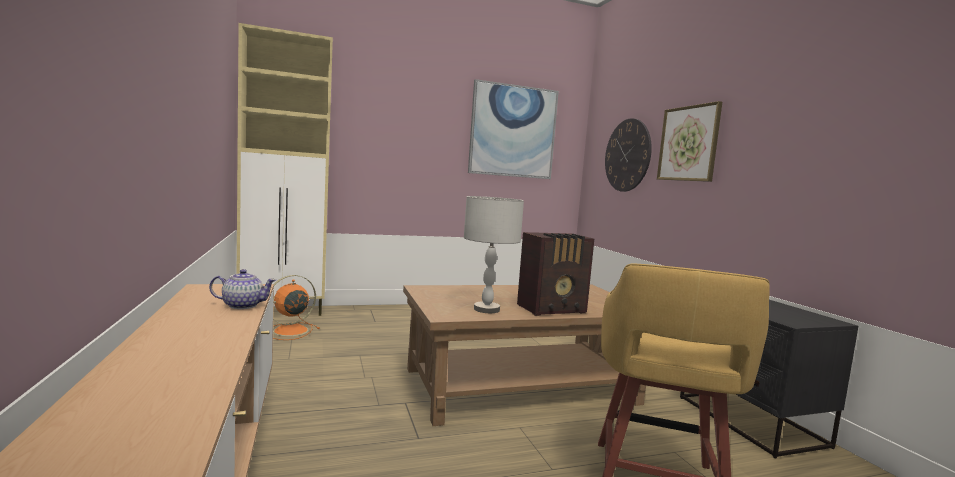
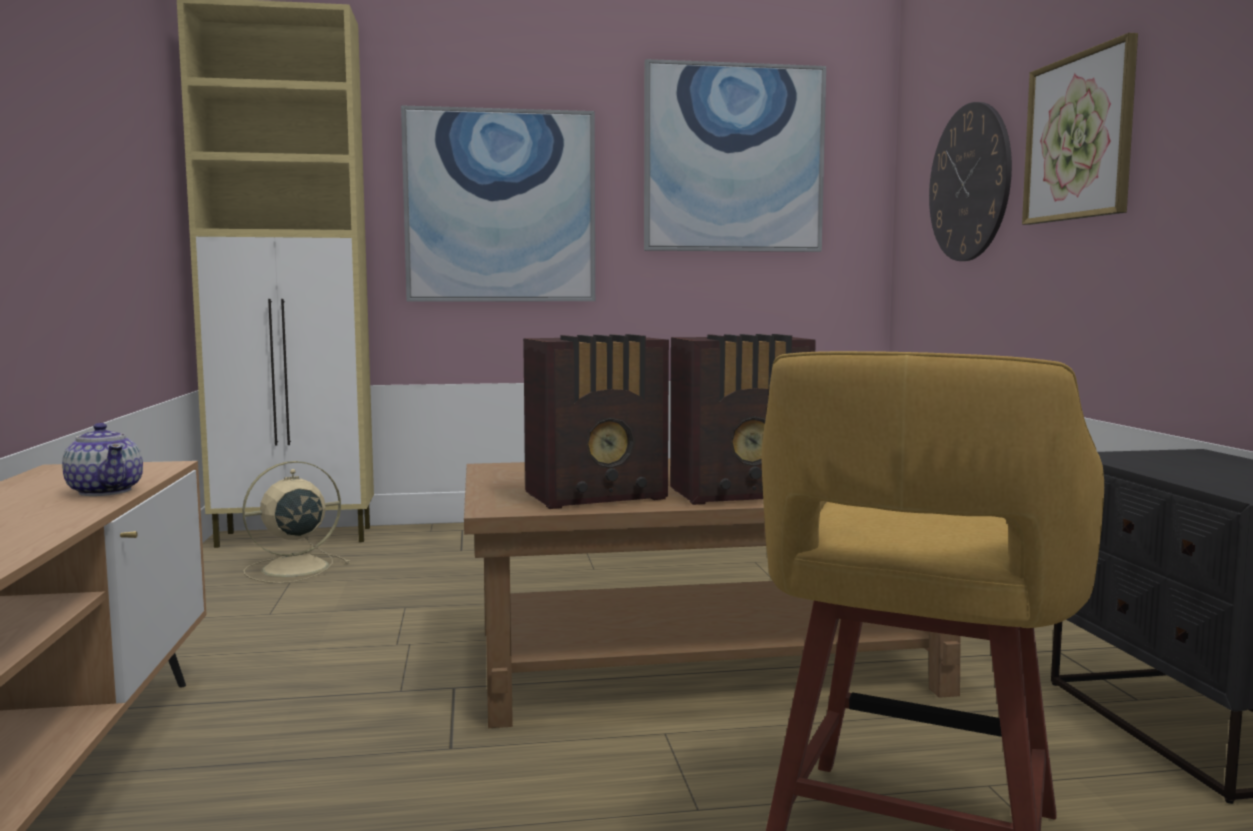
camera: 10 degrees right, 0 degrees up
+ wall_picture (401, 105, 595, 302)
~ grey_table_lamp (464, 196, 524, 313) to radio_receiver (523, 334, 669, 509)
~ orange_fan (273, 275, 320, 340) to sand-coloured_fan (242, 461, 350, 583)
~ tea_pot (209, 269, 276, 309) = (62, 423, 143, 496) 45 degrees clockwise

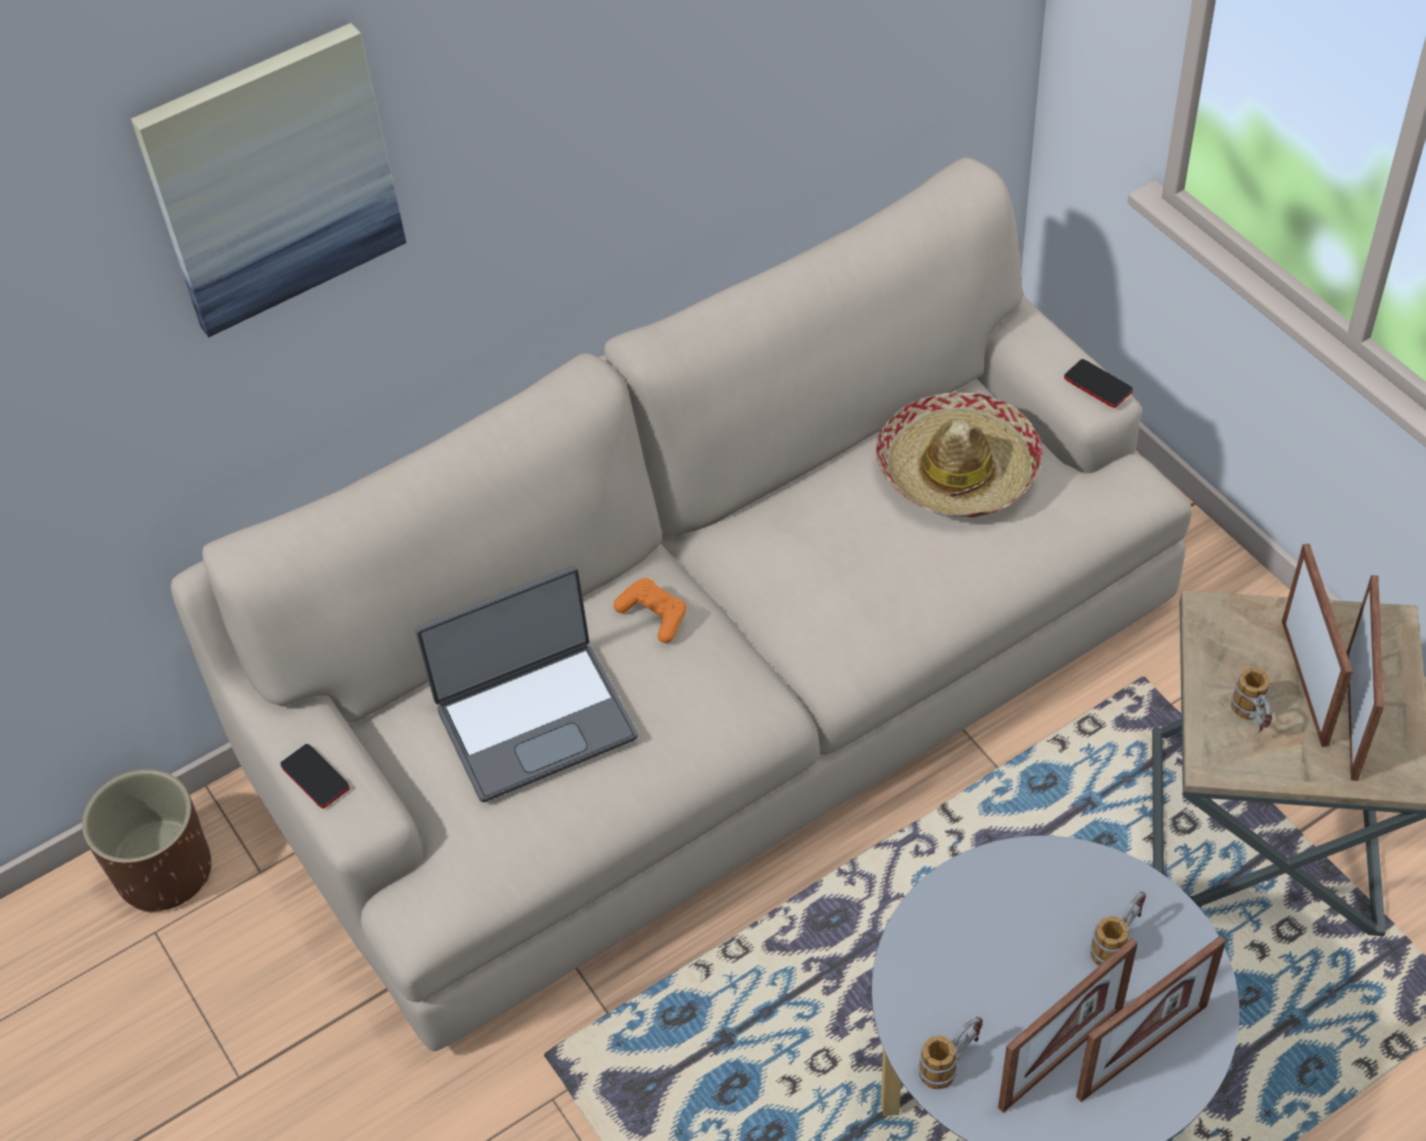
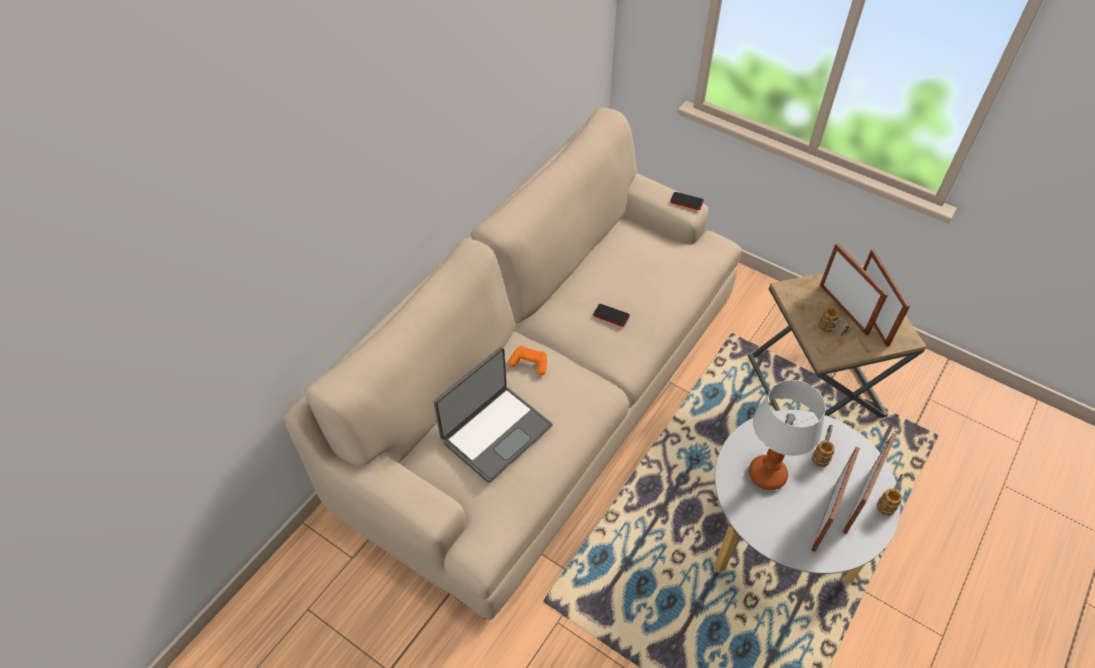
camera: 25 degrees left, 0 degrees up
- brown-coloured_plant_pot (82, 769, 211, 913)
- wall_picture (131, 23, 406, 337)
- wearable_hat (876, 393, 1043, 517)
+ table_lamp (749, 380, 826, 490)
~ phone (280, 744, 350, 808) to (593, 304, 630, 327)
~ coffee_mug (918, 1017, 983, 1089) to (877, 474, 904, 516)

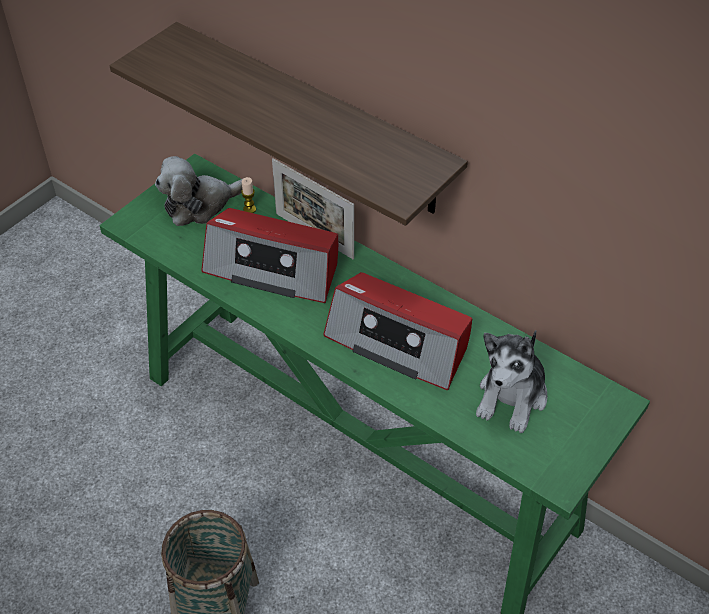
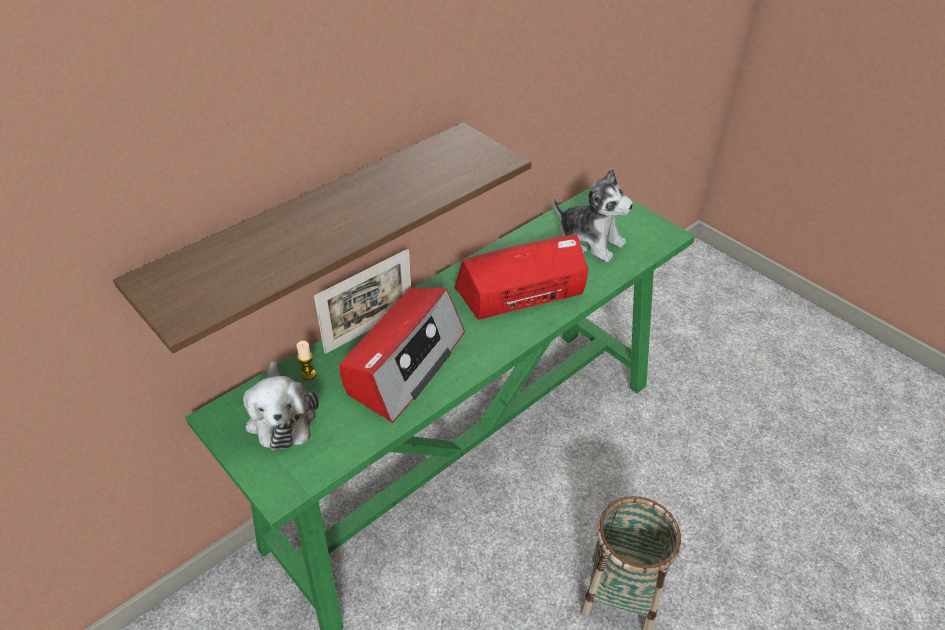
camera: 80 degrees left, 5 degrees down
~ radio_receiver (323, 272, 472, 390) = (454, 234, 588, 320) 150 degrees counterclockwise

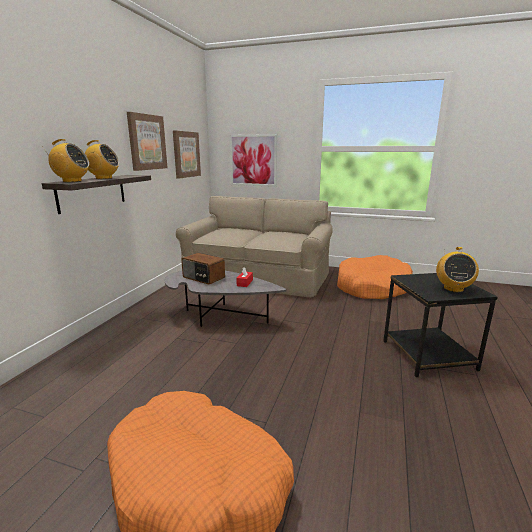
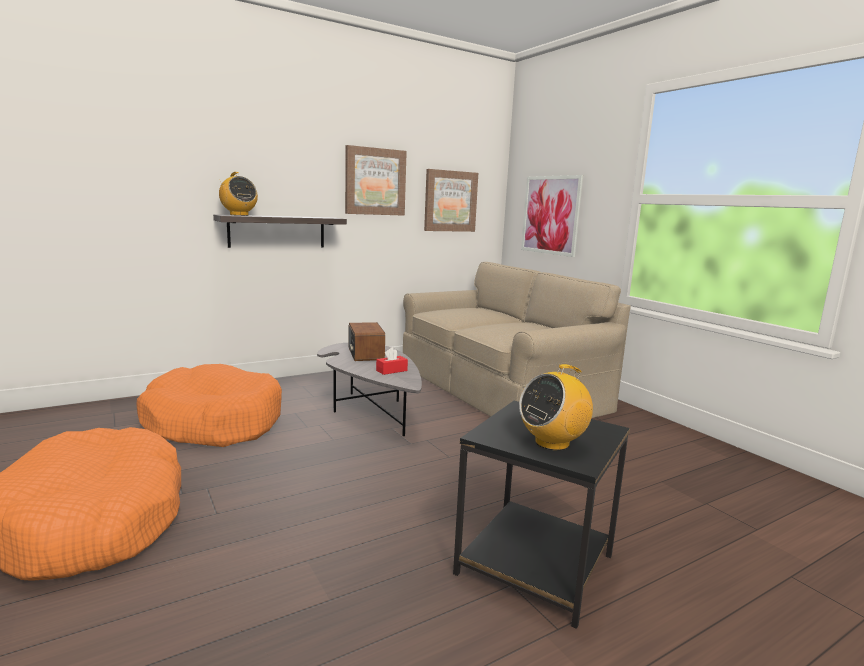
camera: 40 degrees right, 5 degrees down
- radio_receiver (85, 140, 119, 179)
~ orange_pet_bed (337, 255, 413, 299) to (136, 364, 282, 447)

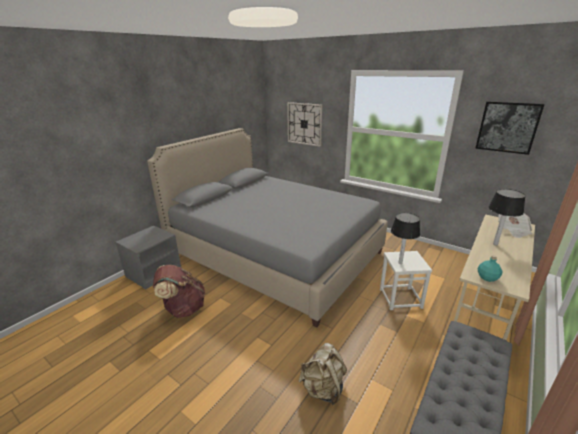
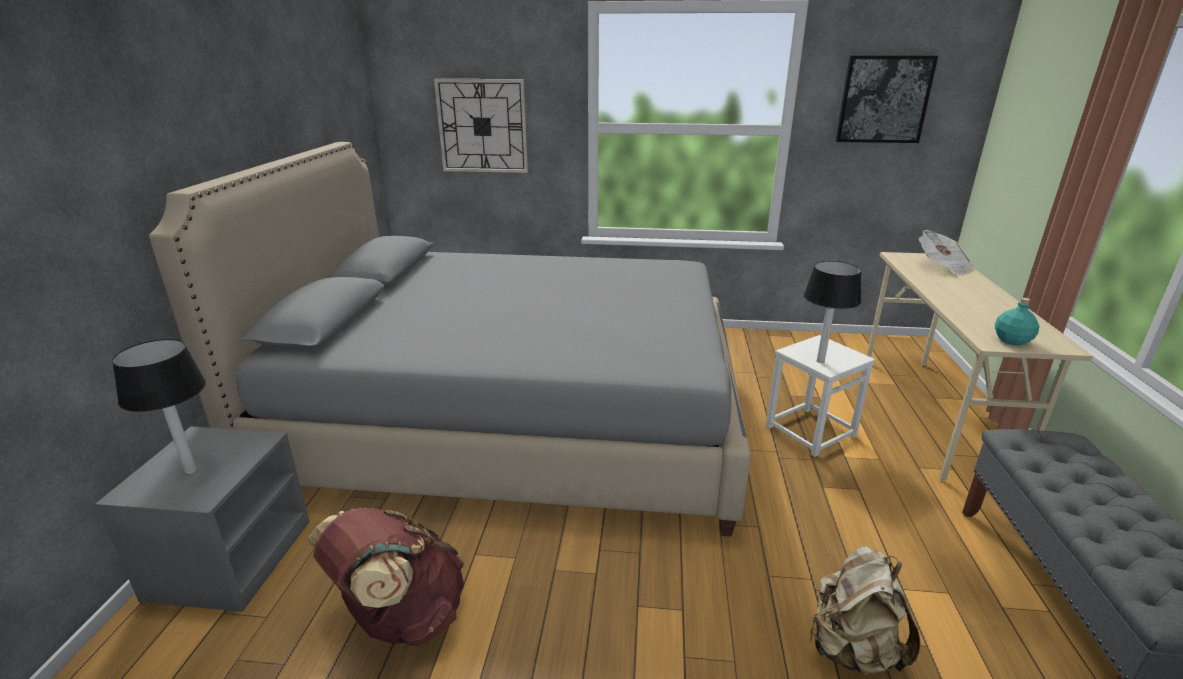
camera: 30 degrees left, 0 degrees up
~ table_lamp (489, 189, 526, 245) to (112, 339, 206, 474)

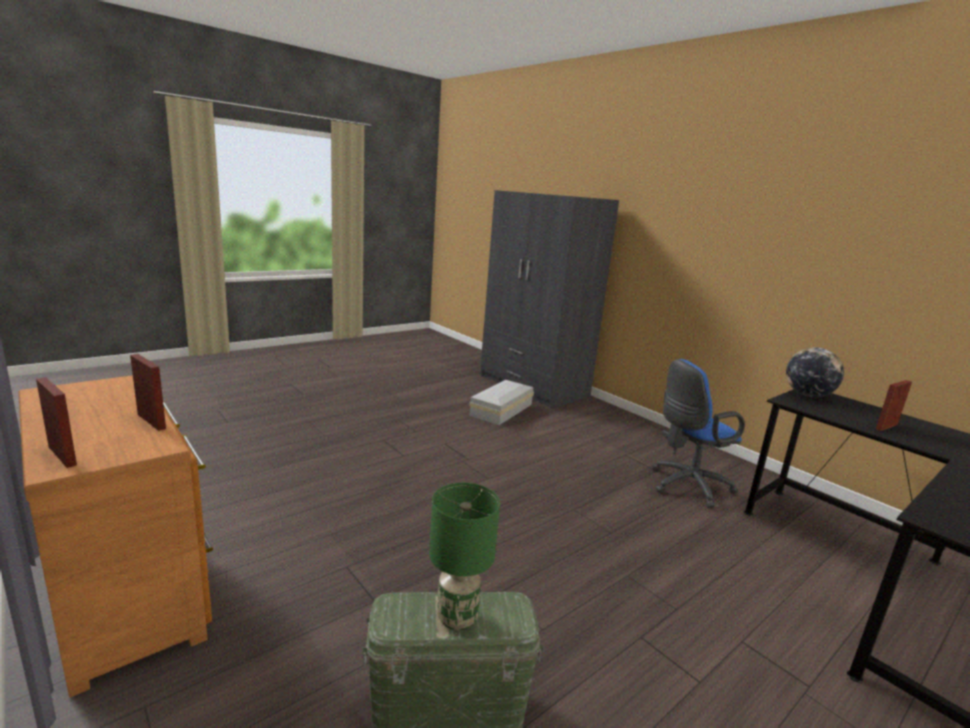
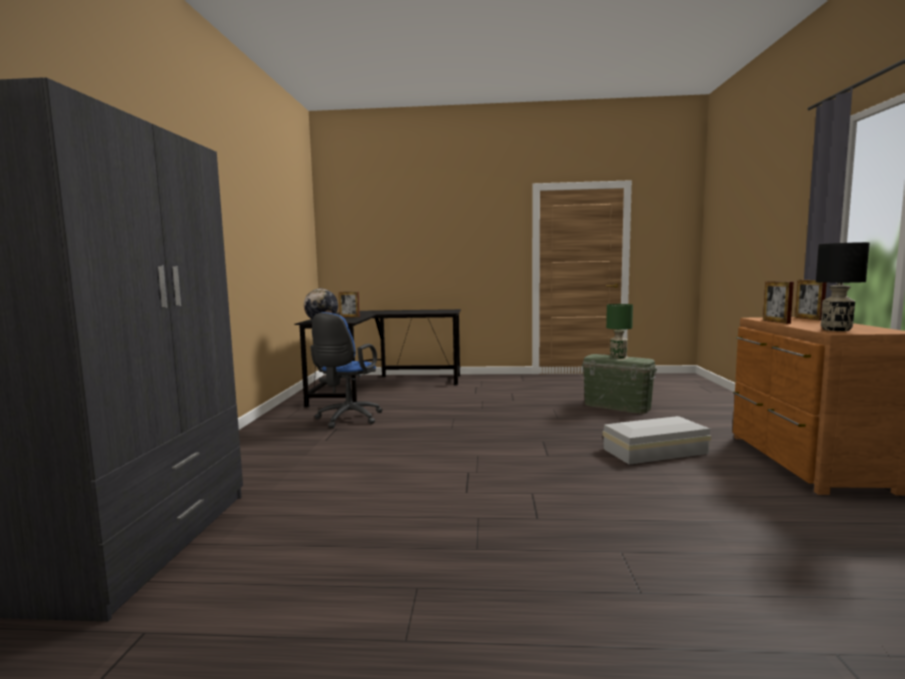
camera: 135 degrees left, 10 degrees down
+ blackish_table_lamp (816, 242, 870, 331)
~ white_storage_container (469, 380, 534, 425) to (602, 416, 711, 465)
~ blue-coloured_computer_chair (652, 359, 745, 508) = (310, 312, 383, 428) 90 degrees clockwise

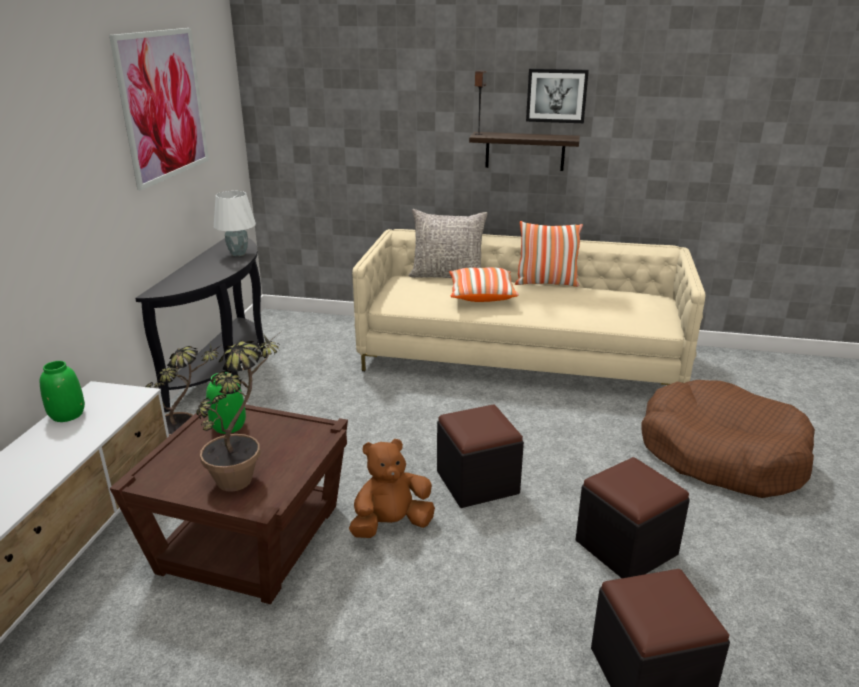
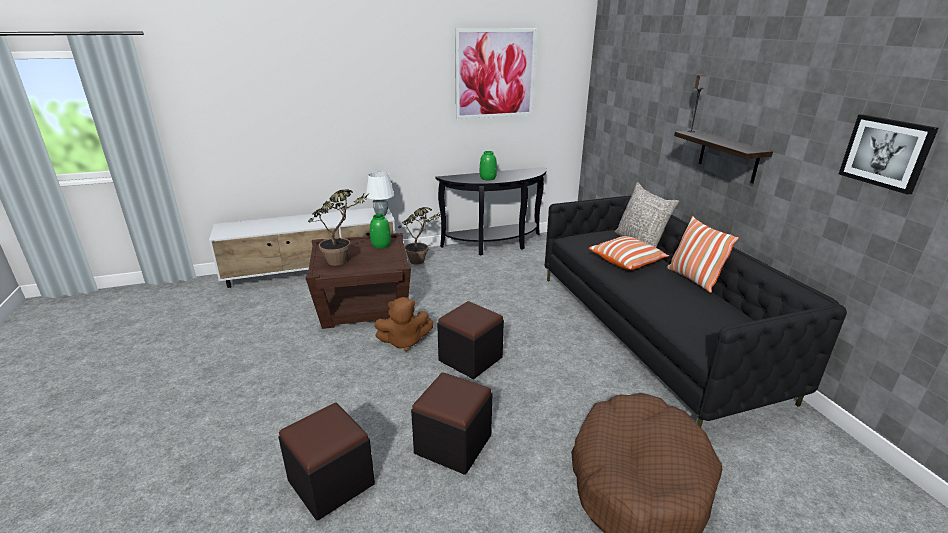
camera: 60 degrees right, 0 degrees up
~ green_decorative_vase (40, 361, 85, 422) to (480, 151, 497, 180)
~ white_table_lamp (214, 191, 256, 256) to (366, 172, 394, 215)
~ wall_picture (526, 69, 589, 123) to (839, 114, 938, 195)
~ sand-coloured_settee (352, 229, 705, 385) to blackish_settee (545, 195, 847, 427)
~ brown-coloured_cuddly_toy (349, 439, 435, 538) = (374, 297, 434, 352) 135 degrees clockwise

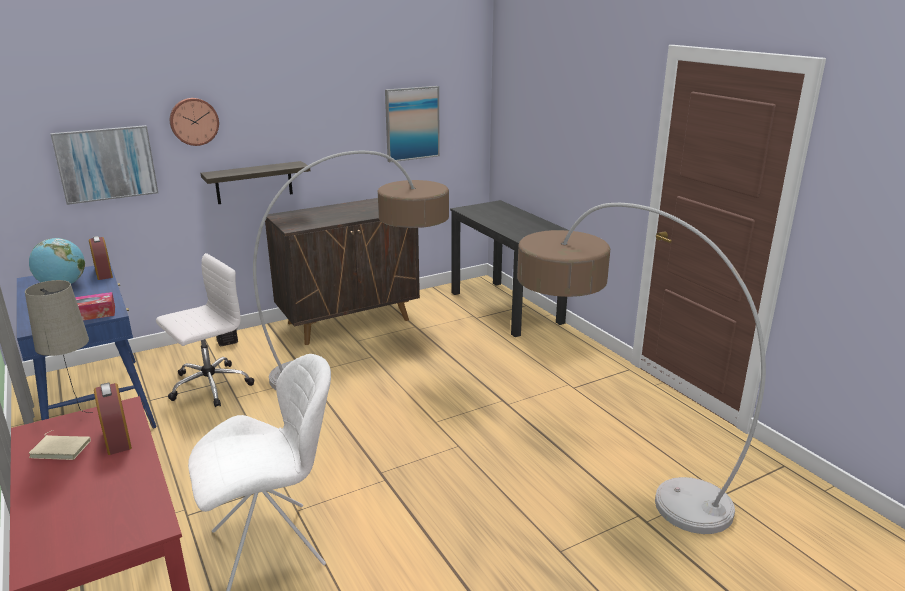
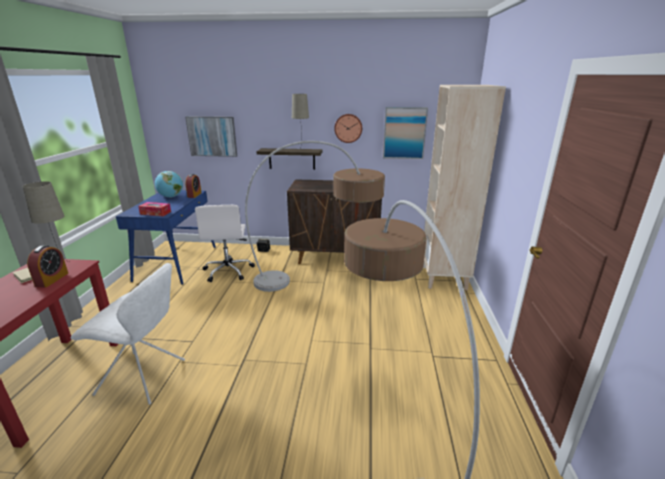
camera: 35 degrees right, 0 degrees up
+ sand-coloured_table_lamp (292, 94, 309, 151)
~ wall_clock (170, 98, 219, 146) to (334, 114, 362, 143)
~ blackish_desk_table (450, 200, 569, 337) to sand-coloured_shelving_unit (423, 85, 506, 290)
~ white_computer_chair (156, 253, 254, 407) = (195, 205, 255, 282) 90 degrees clockwise

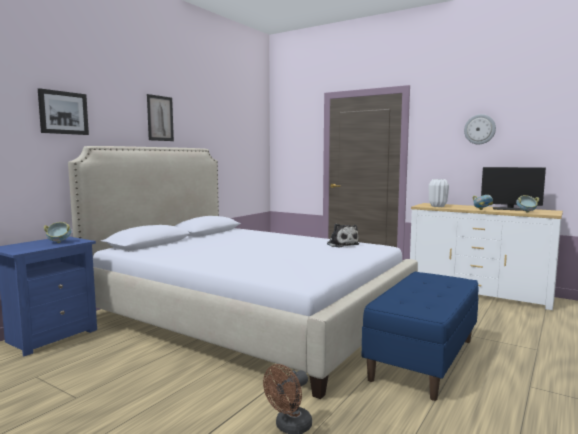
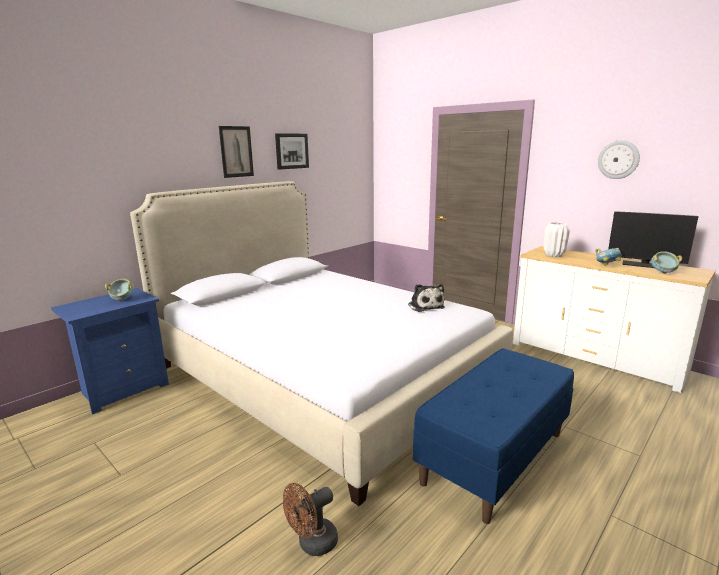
camera: 10 degrees right, 10 degrees up
~ wall_picture (38, 88, 89, 135) to (275, 133, 309, 170)

